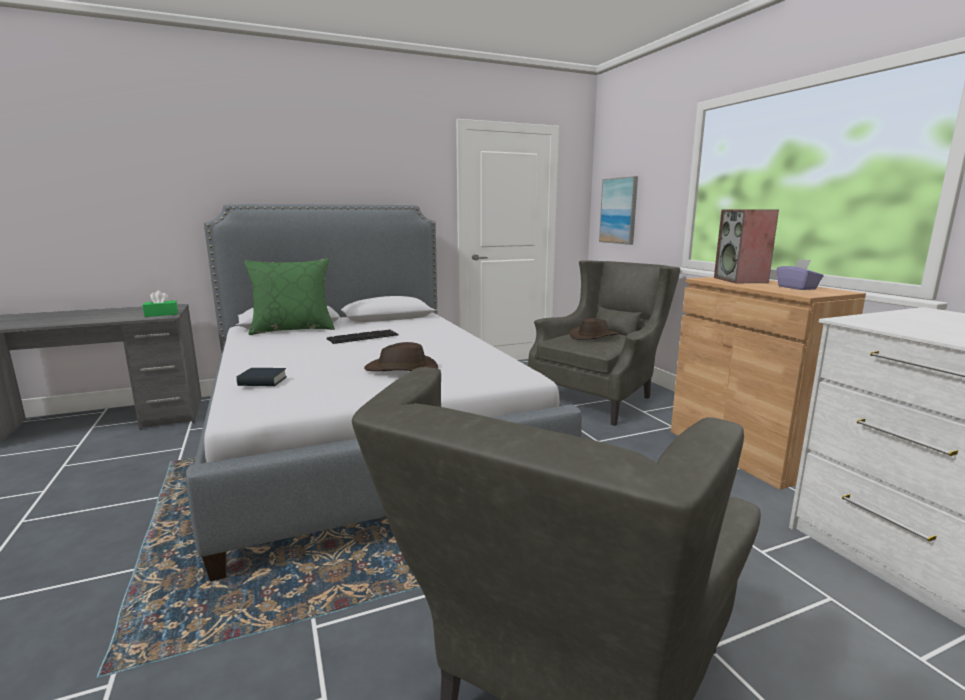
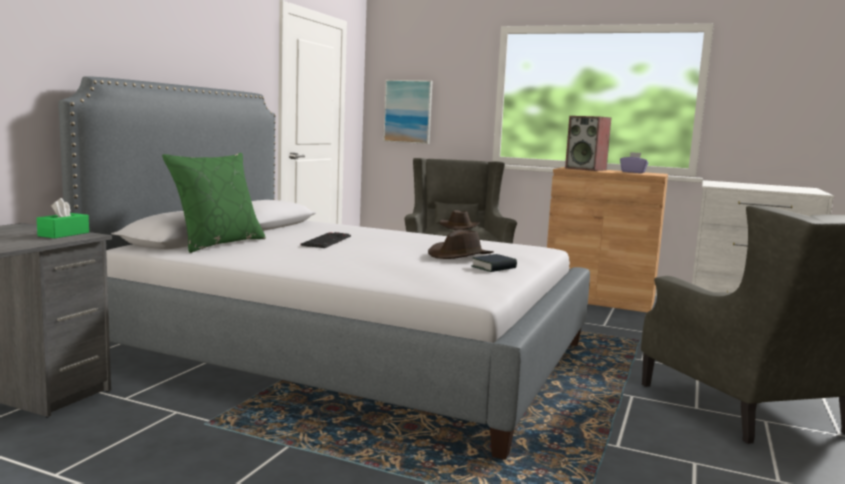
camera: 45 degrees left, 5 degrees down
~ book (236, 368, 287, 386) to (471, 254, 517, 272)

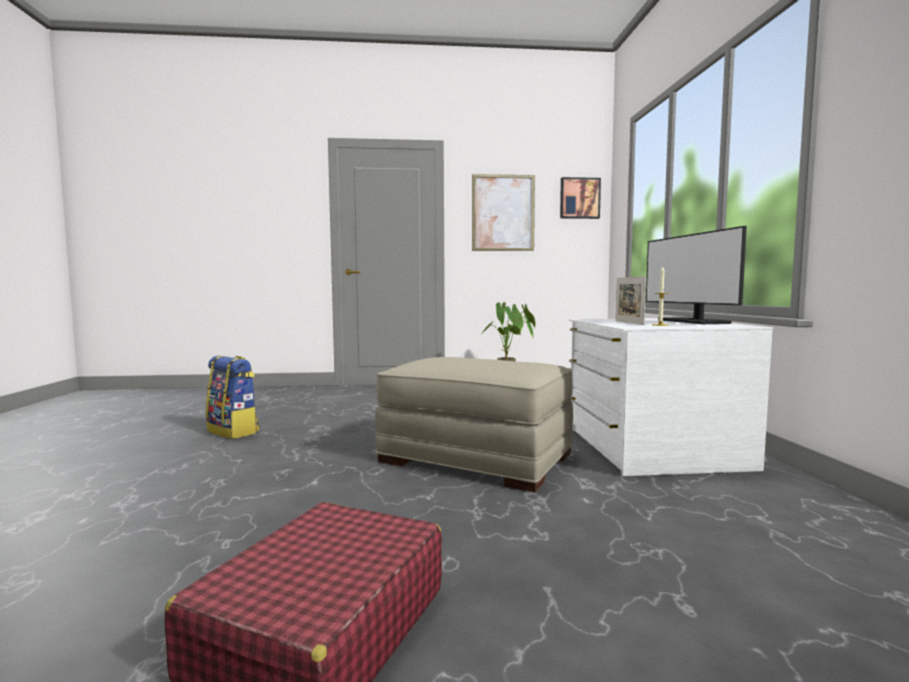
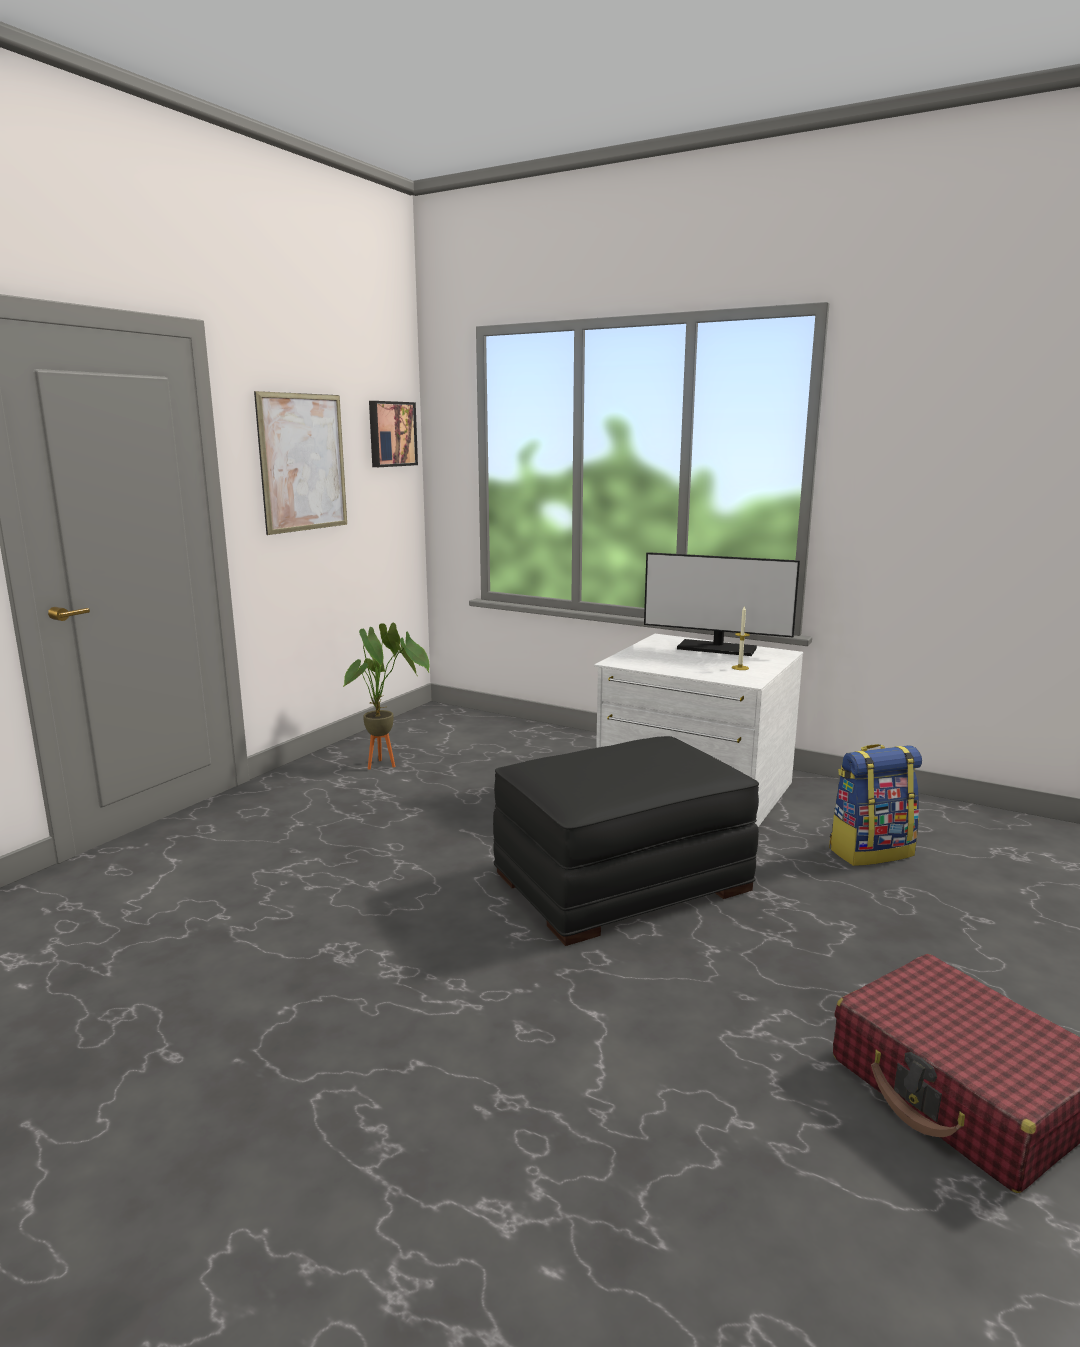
camera: 55 degrees left, 10 degrees up
- photo_frame (616, 276, 646, 325)
~ knapsack (206, 355, 260, 439) to (829, 744, 922, 866)
~ sand-coloured_footrest (375, 357, 573, 492) to blackish_footrest (493, 736, 759, 946)

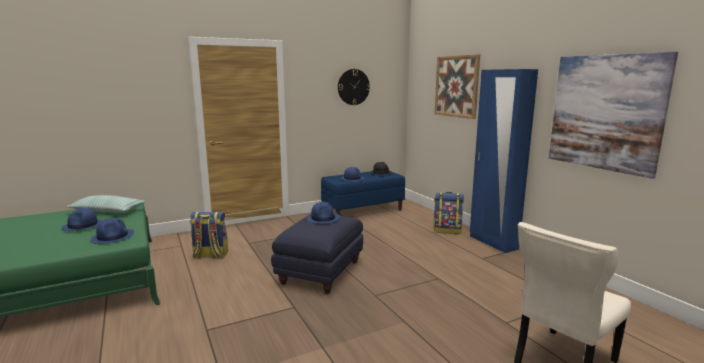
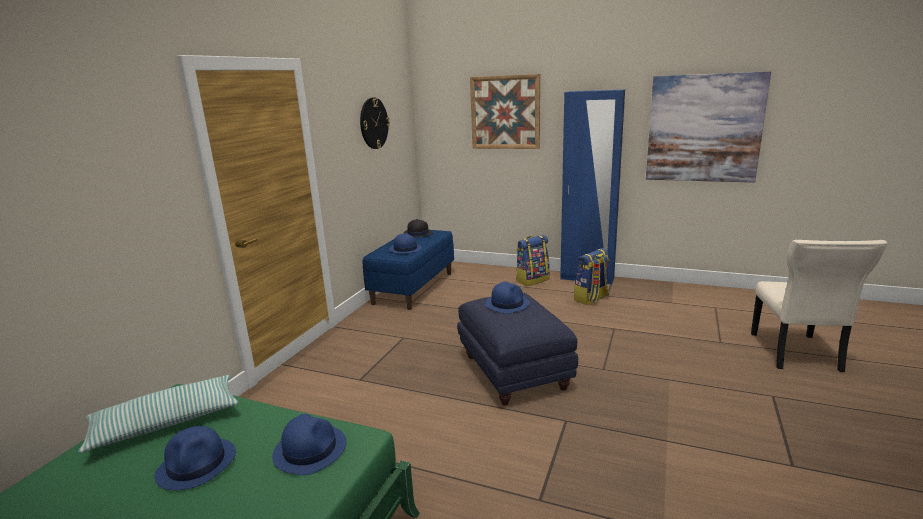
camera: 40 degrees left, 5 degrees up
~ knapsack (190, 212, 228, 258) to (574, 248, 610, 305)

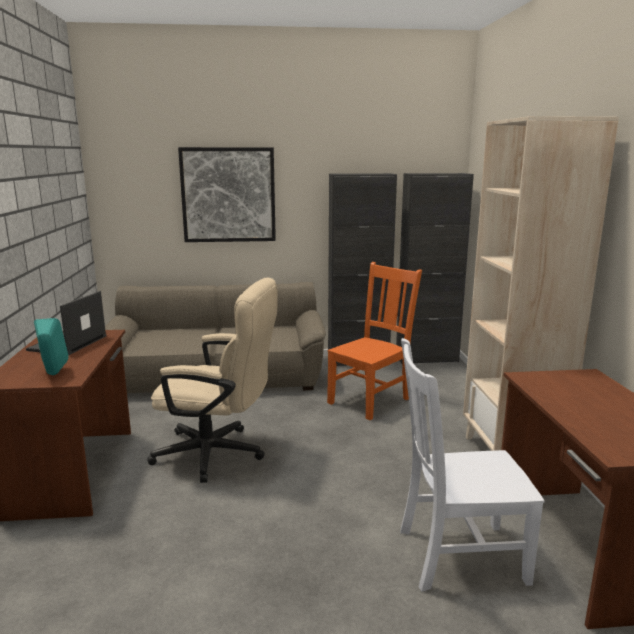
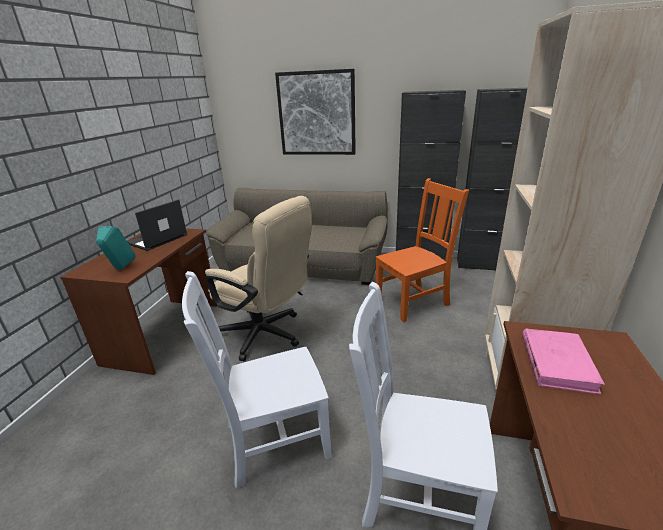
camera: 20 degrees right, 10 degrees up
+ white_upright_chair (182, 271, 332, 489)
+ pink_book (522, 329, 605, 394)

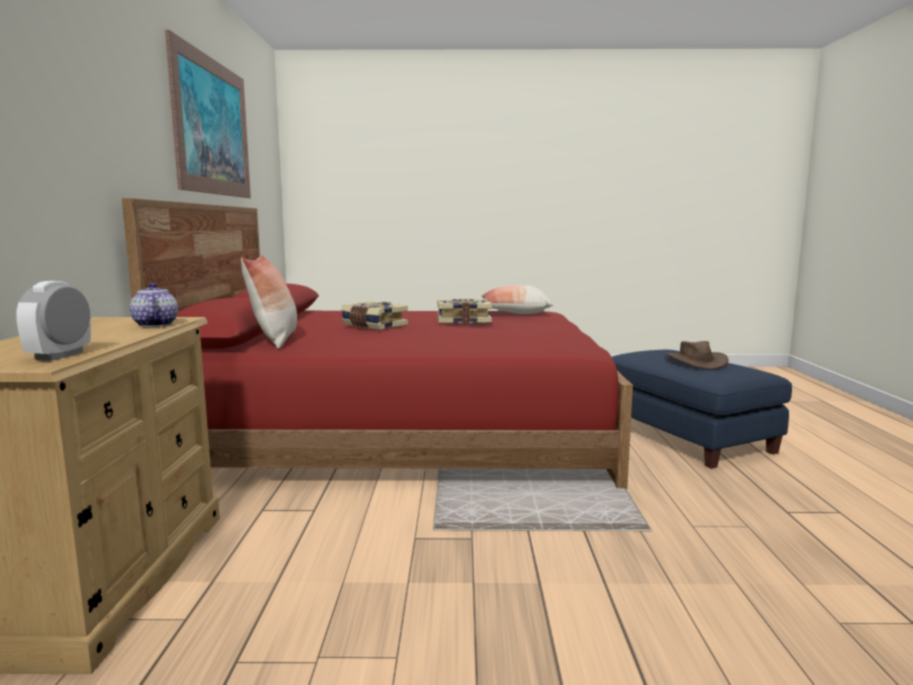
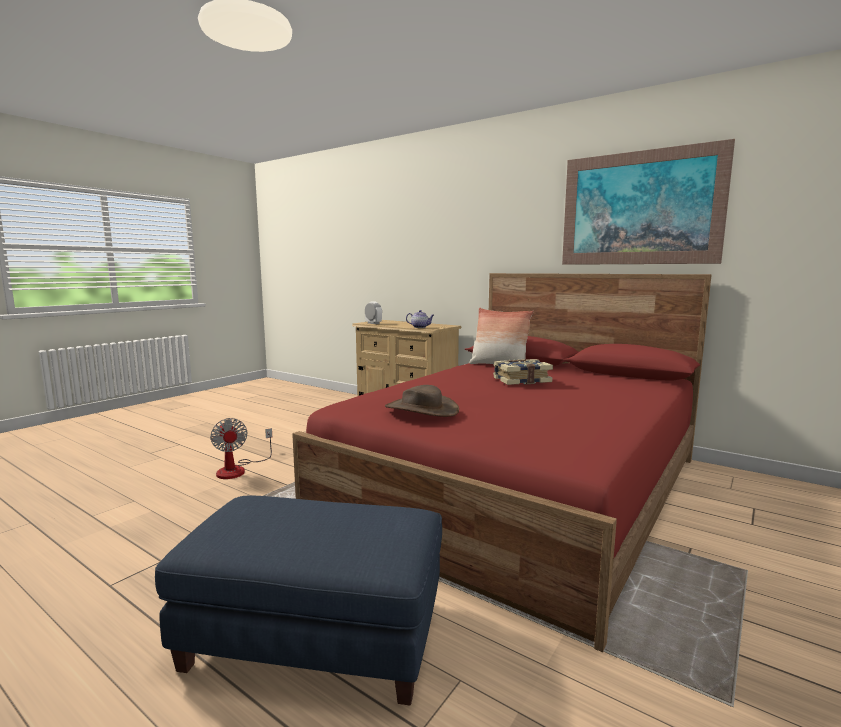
camera: 125 degrees right, 0 degrees up
- book (437, 298, 492, 324)
- pillow (481, 285, 553, 314)
+ fan (210, 418, 272, 479)
~ brown-coloured_wearable_hat (665, 341, 729, 369) to (385, 385, 459, 417)

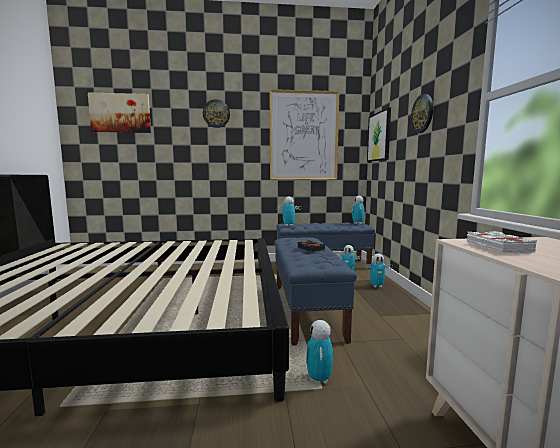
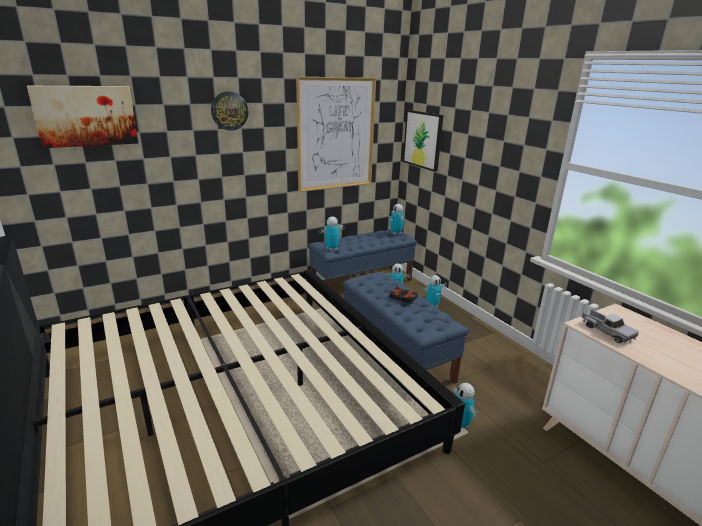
camera: 25 degrees left, 15 degrees up
- wall_clock (411, 94, 433, 133)
~ white_book (466, 231, 537, 253) to toy_truck (582, 309, 639, 343)

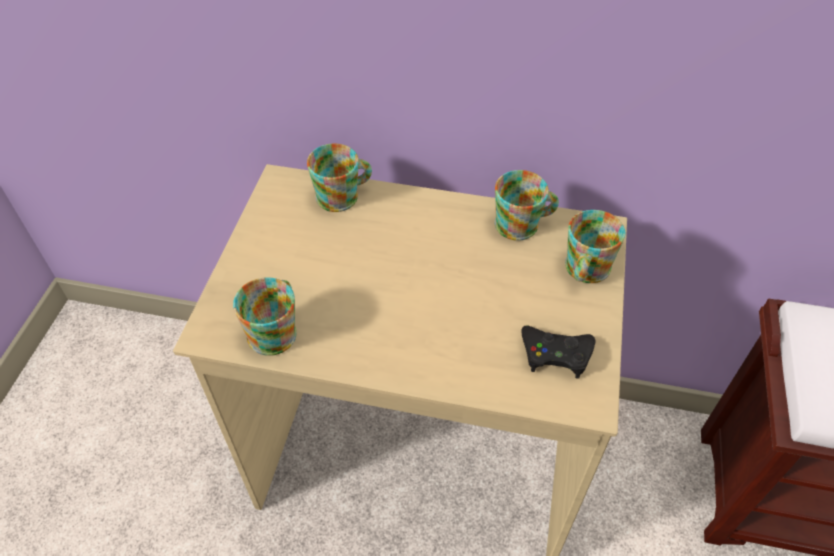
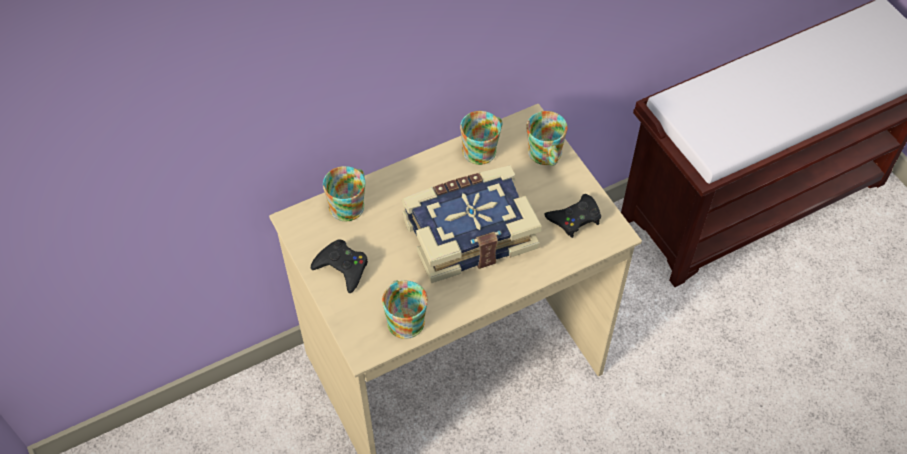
camera: 40 degrees left, 5 degrees up
+ blackish_joypad (311, 239, 368, 293)
+ book (402, 166, 542, 283)

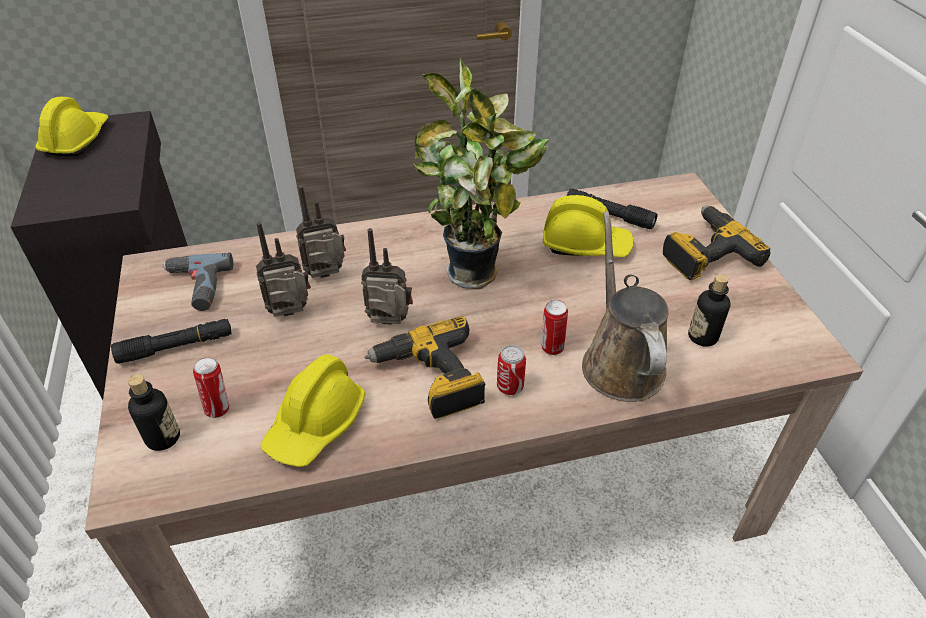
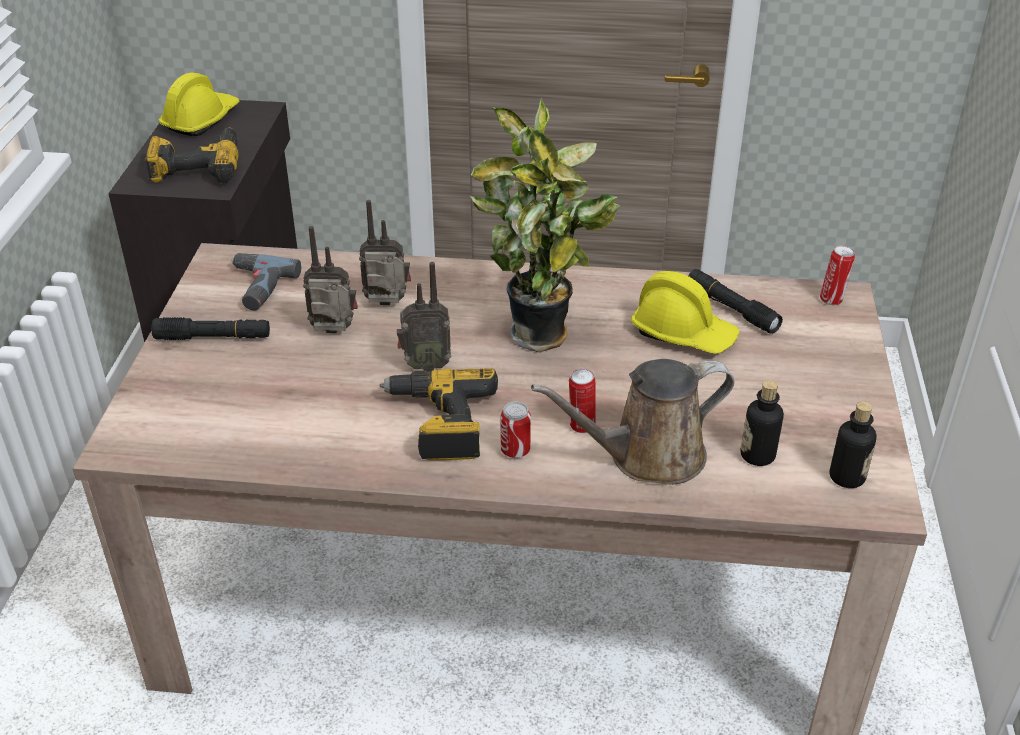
camera: 20 degrees right, 5 degrees down
- yellow-coloured_hard_hat (260, 354, 365, 467)
~ bottle (128, 374, 180, 451) to (829, 401, 877, 488)
~ can (193, 357, 229, 418) to (820, 246, 855, 305)
~ electric_drill (663, 205, 770, 280) to (145, 127, 239, 183)
~ radio_receiver (361, 228, 413, 325) = (397, 262, 451, 372) 150 degrees clockwise
~ brown-coloured_sprinkling_can (582, 211, 669, 402) = (531, 359, 734, 485) 120 degrees counterclockwise

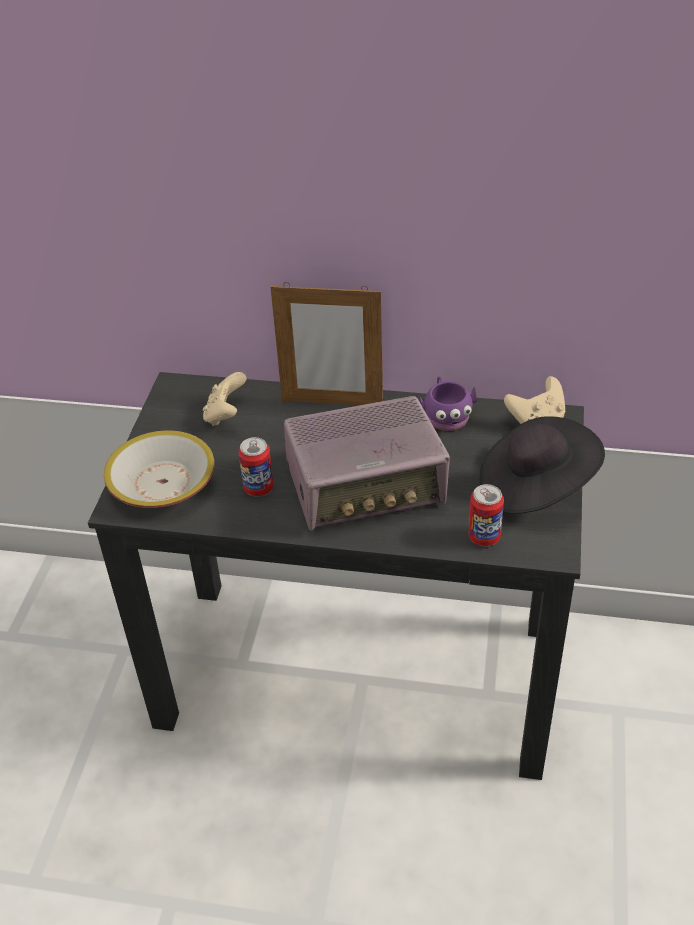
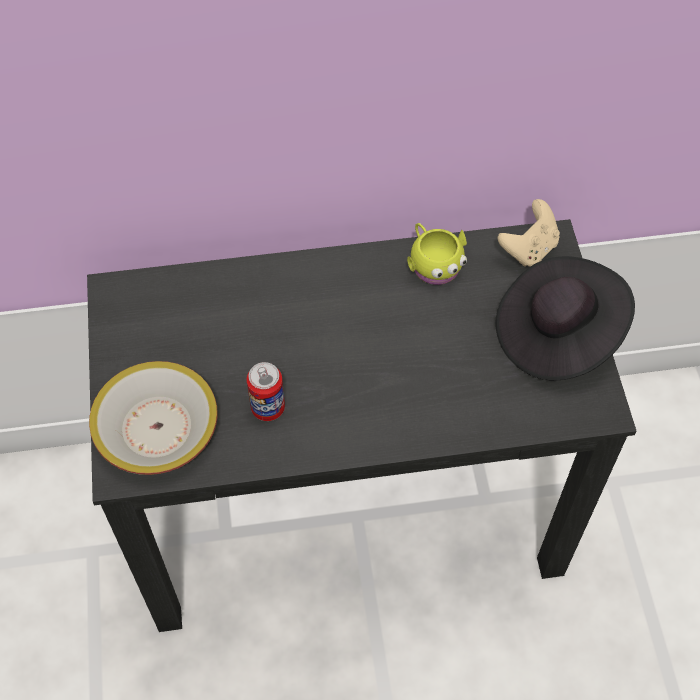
camera: 20 degrees left, 15 degrees up
- sand-coloured_joypad (203, 372, 247, 426)
- photo_frame (271, 282, 383, 405)
- radio_receiver (284, 396, 450, 531)
- can (469, 484, 504, 546)
~ purple_coffee_mug (419, 376, 477, 431) to yellow-coloured_coffee_mug (407, 223, 467, 285)

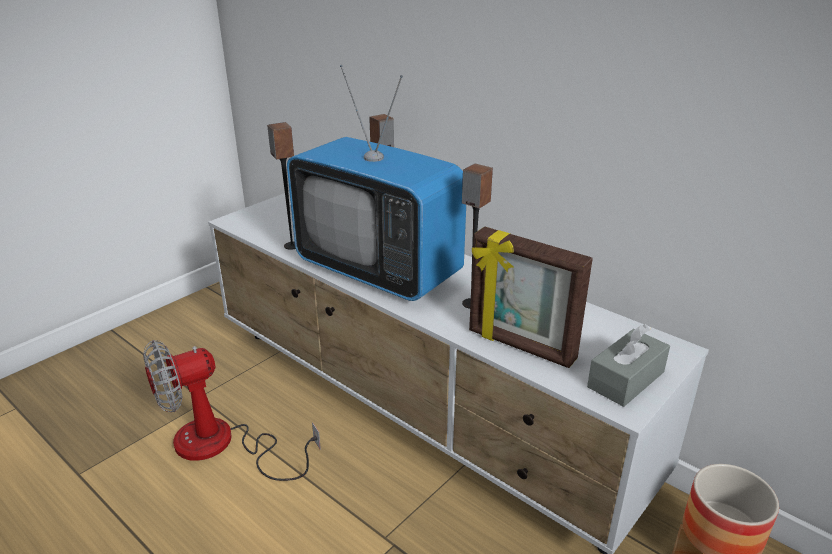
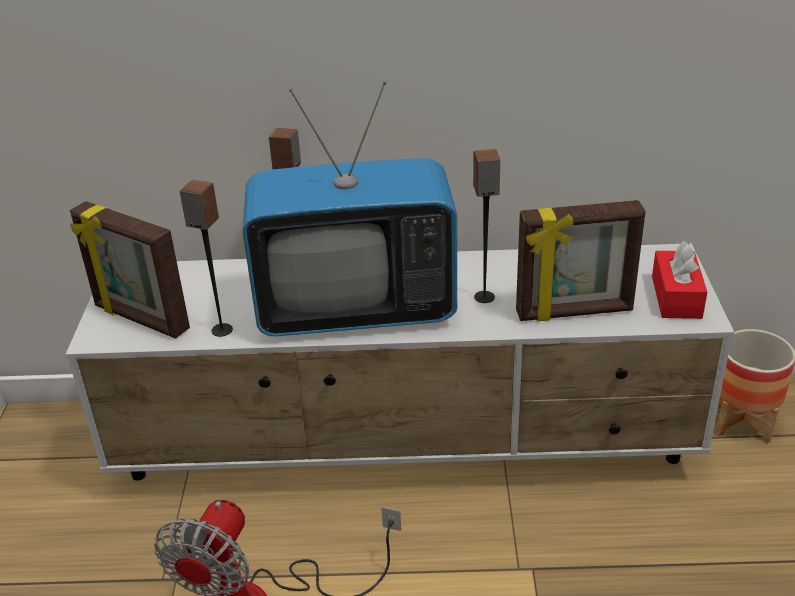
camera: 40 degrees left, 5 degrees up
+ photo_frame (70, 201, 190, 339)
~ grey_box_of_tissues (587, 324, 670, 407) to reddish_box_of_tissues (652, 241, 707, 319)

